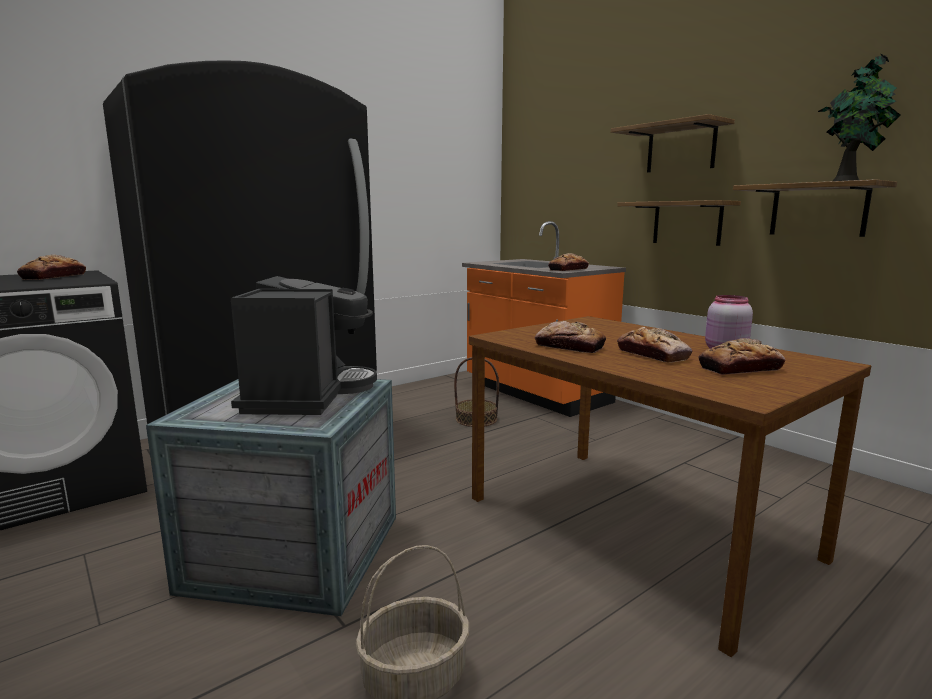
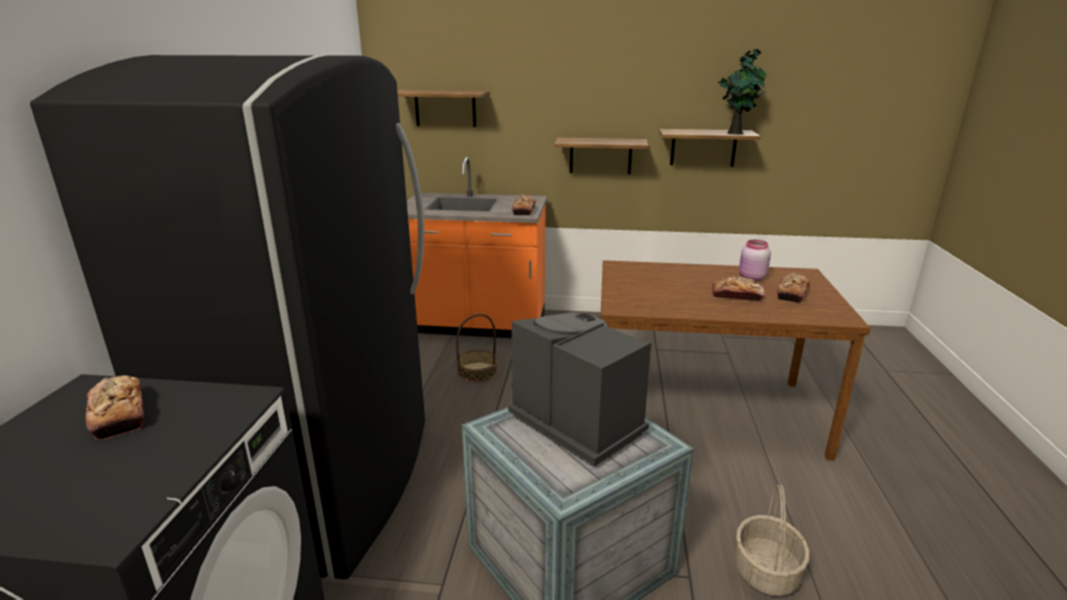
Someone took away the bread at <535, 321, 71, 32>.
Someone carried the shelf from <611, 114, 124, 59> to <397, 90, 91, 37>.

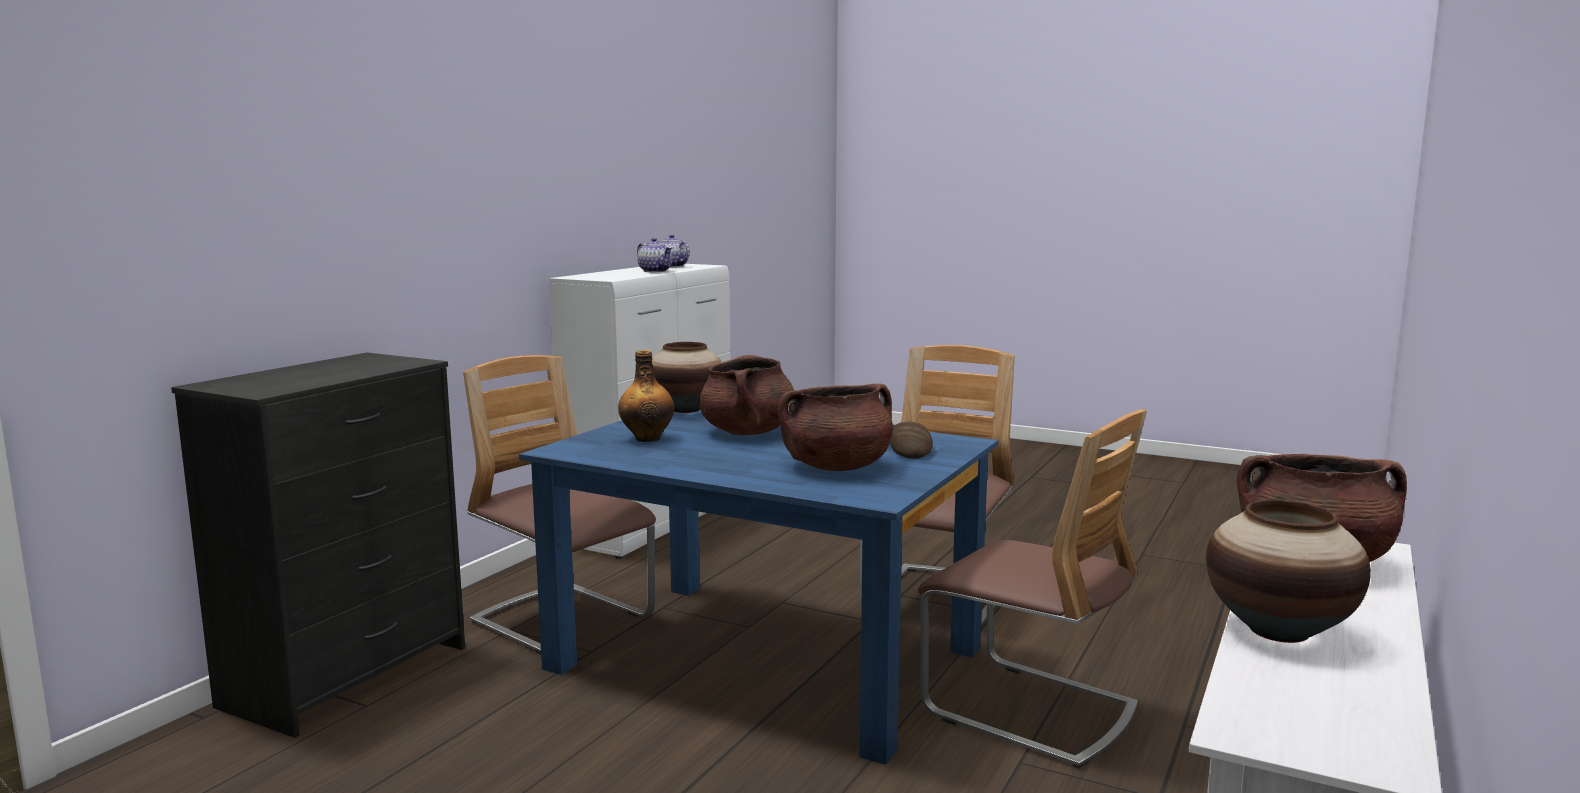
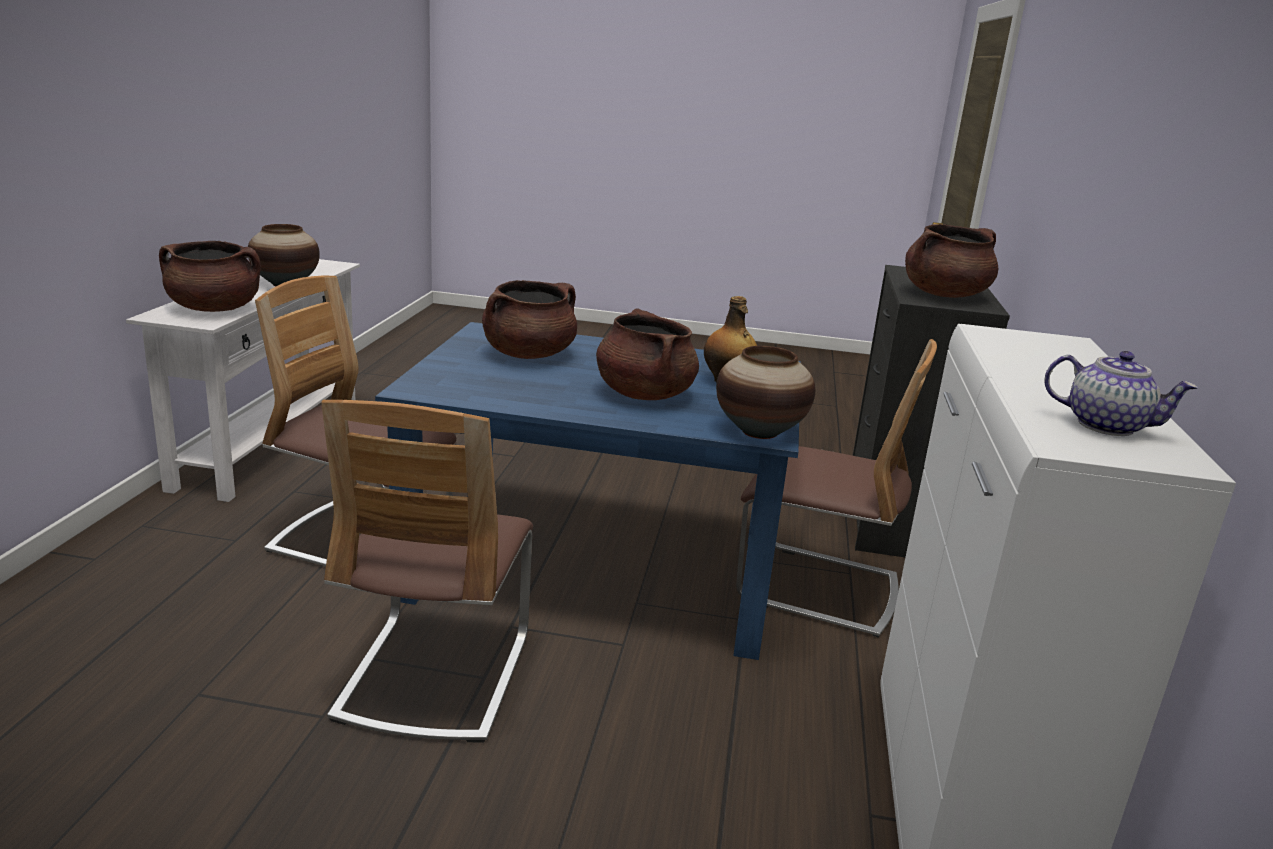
Someone took away the teapot at <637, 238, 35, 34>.
Someone took away the bread at <890, 421, 43, 38>.
Someone put down the cooking pot (brown) at <905, 224, 93, 74>.

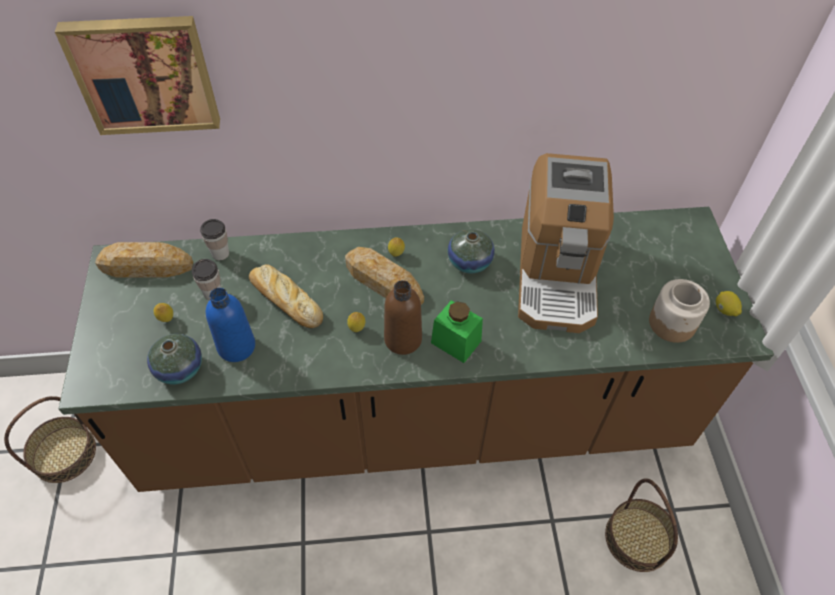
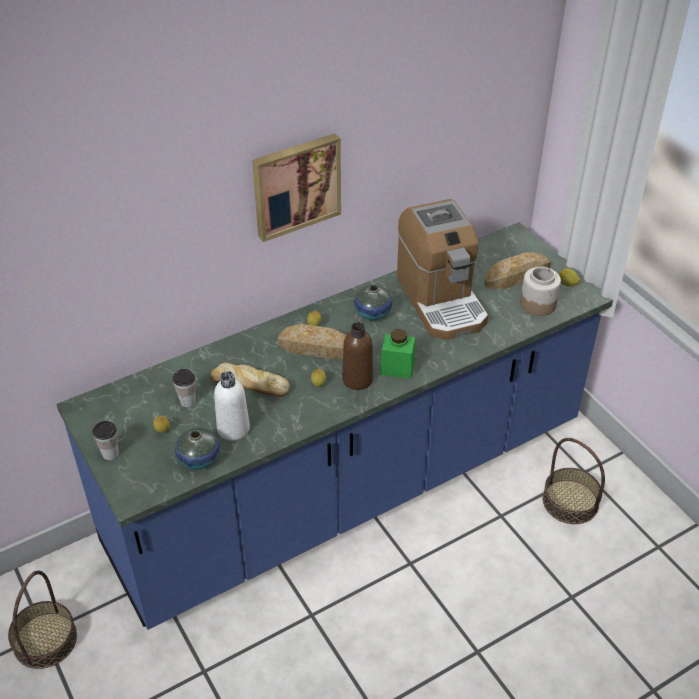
Someone carried the picture from <55, 16, 165, 119> to <252, 133, 89, 109>.
Someone repainted the counter (brown) at <59, 207, 715, 285>, which became the counter (blue) at <57, 222, 556, 408>.
Someone carried the bread from <95, 242, 98, 36> to <484, 252, 67, 37>.
Someone carried the cup from <200, 219, 29, 41> to <93, 421, 26, 39>.
Someone repainted the bottle (blue) at <206, 288, 49, 74>, which became the bottle (white) at <214, 371, 36, 70>.

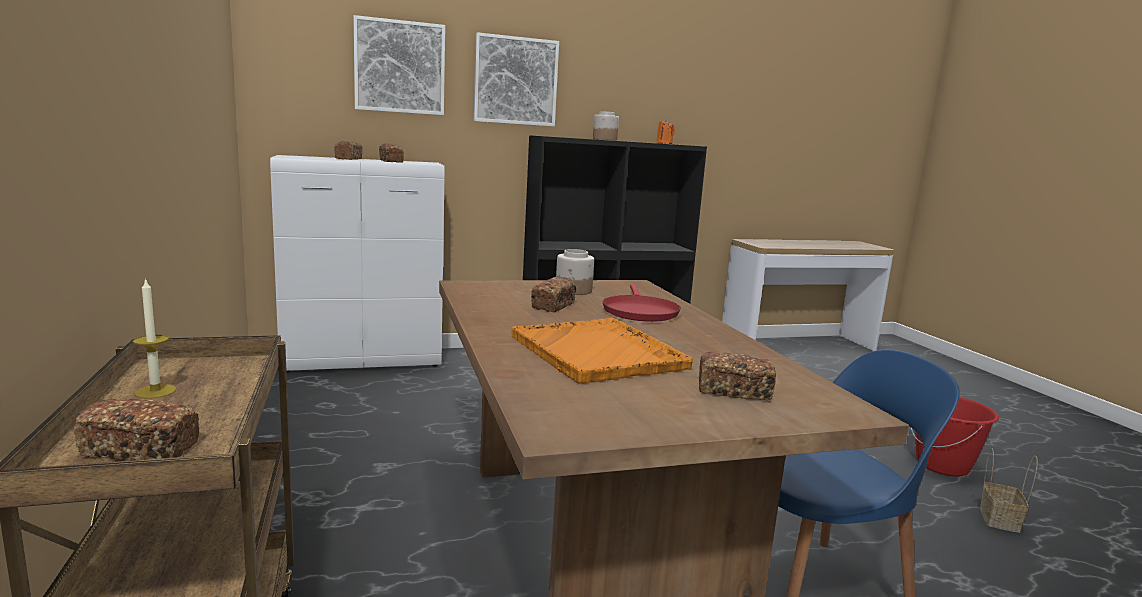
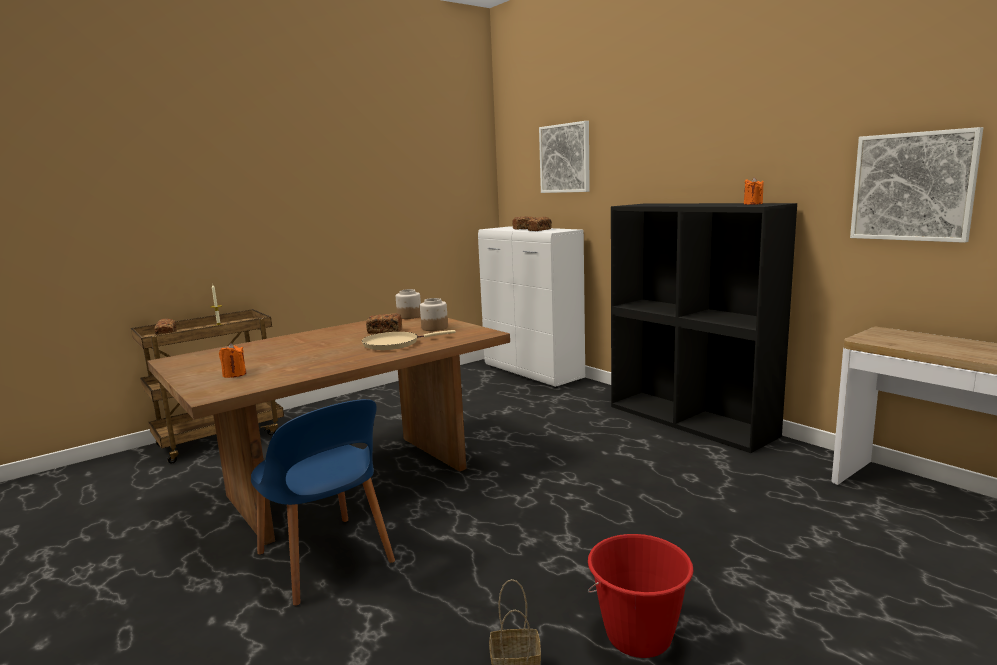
Someone carried the picture from <473, 32, 86, 95> to <850, 127, 133, 116>.
Someone took away the tray (orange) at <511, 318, 182, 66>.
Someone carried the jar from <593, 111, 26, 29> to <396, 289, 25, 30>.
Someone repainted the frying pan (red) at <603, 284, 78, 38>, which became the frying pan (beige) at <362, 330, 94, 20>.
Someone swapped the bread at <699, 351, 77, 50> for the candle (orange) at <219, 343, 27, 35>.

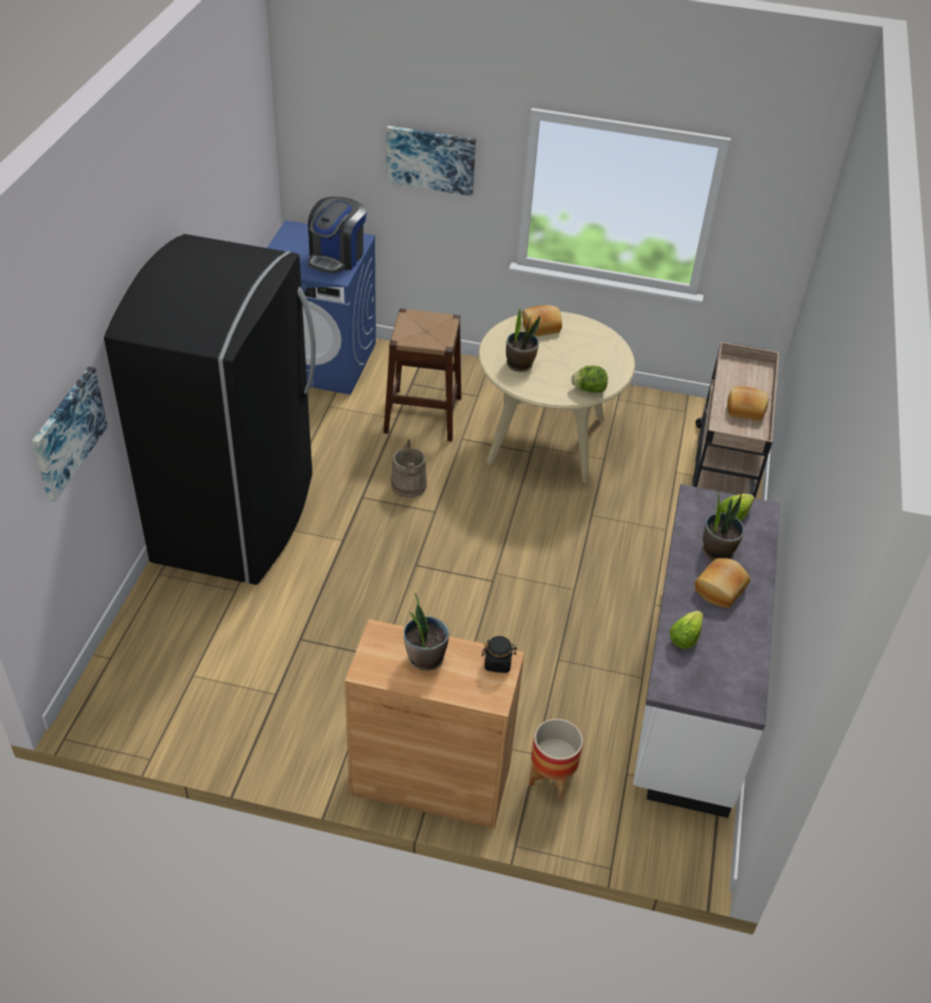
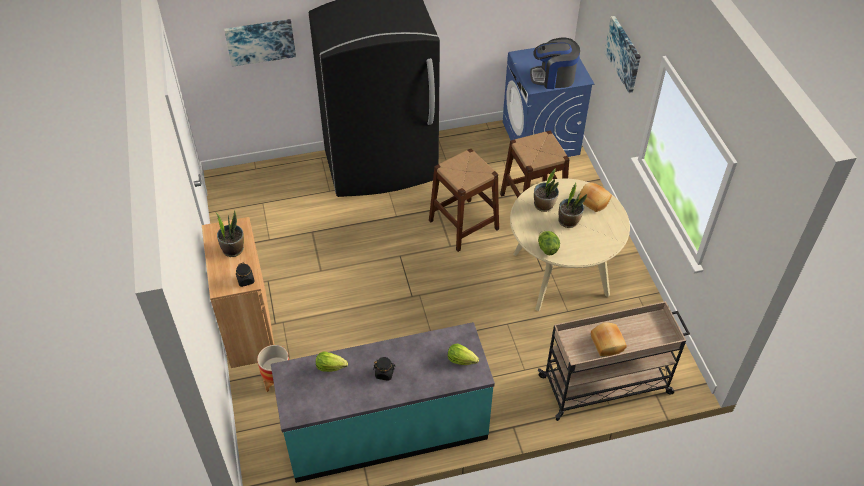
Someone swapped the bucket (beige) at <391, 439, 36, 59> for the stool (brown) at <429, 148, 70, 104>.
Someone repainted the counter (white) at <633, 484, 147, 334>, which became the counter (turquoise) at <271, 322, 224, 161>.
Someone swapped the bread at <695, 558, 55, 50> for the jar (black) at <374, 357, 21, 24>.
Someone carried the potted plant from <702, 490, 43, 71> to <558, 182, 29, 46>.

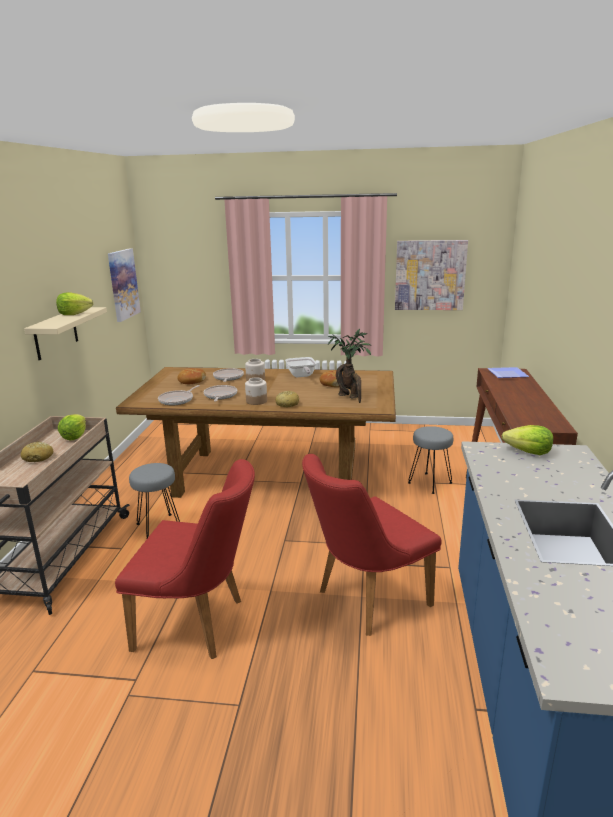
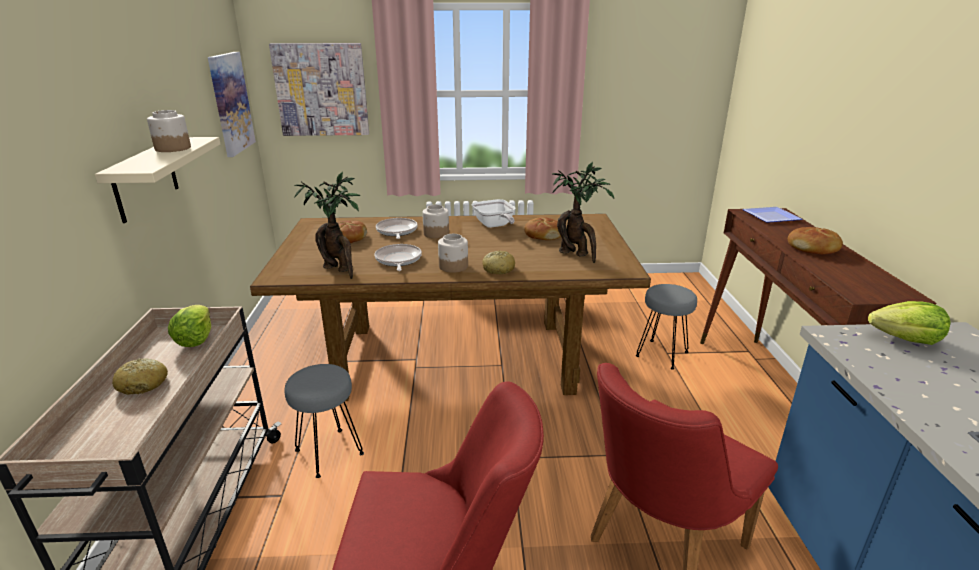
Someone swapped the lettuce at <56, 292, 37, 23> for the jar at <147, 110, 44, 42>.
Someone swapped the frying pan at <158, 385, 42, 21> for the potted plant at <294, 172, 67, 107>.
Someone carried the picture from <395, 240, 73, 70> to <269, 43, 100, 93>.
Someone put down the bread at <788, 227, 55, 27>.

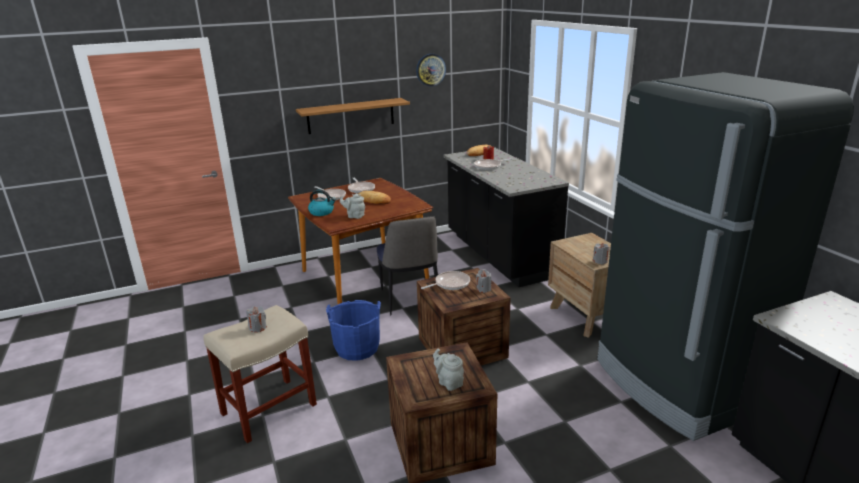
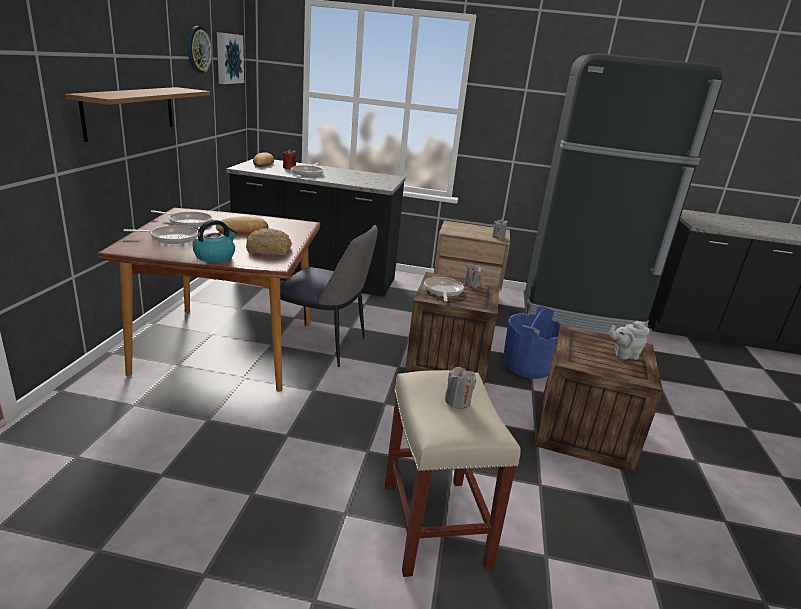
Someone carried the bucket (blue) from <326, 300, 55, 61> to <504, 306, 58, 73>.
Someone swapped the teapot (grey) at <340, 194, 25, 25> for the bread at <246, 228, 46, 27>.
Someone put up the picture at <217, 32, 27, 52>.

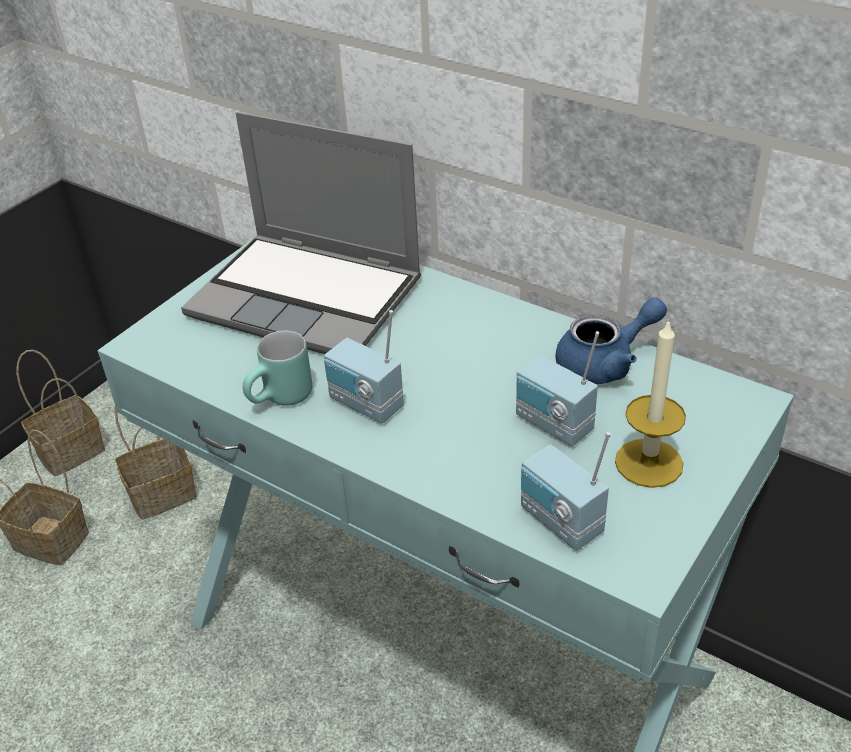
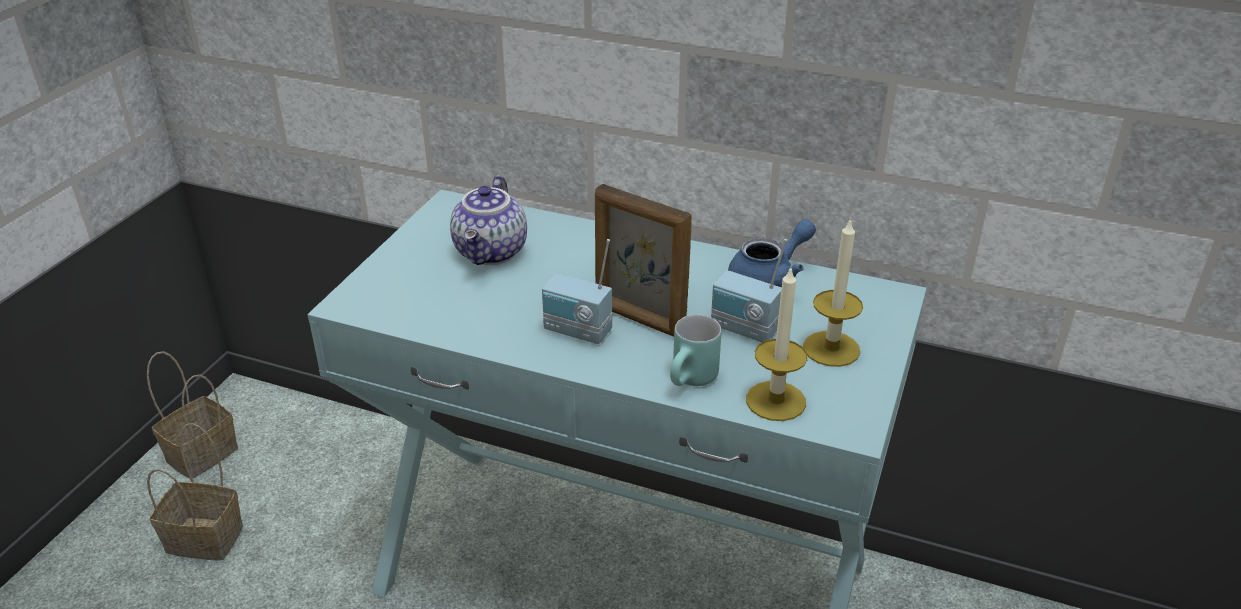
Someone took away the basket at <114, 406, 83, 114>.
Someone swapped the laptop at <181, 112, 240, 242> for the teapot at <450, 175, 77, 90>.
Someone carried the mug (turquoise) from <243, 330, 69, 76> to <670, 315, 52, 71>.
Someone swapped the radio at <521, 432, 89, 119> for the candle at <746, 267, 62, 154>.
Someone put down the picture frame at <595, 184, 97, 153>.

